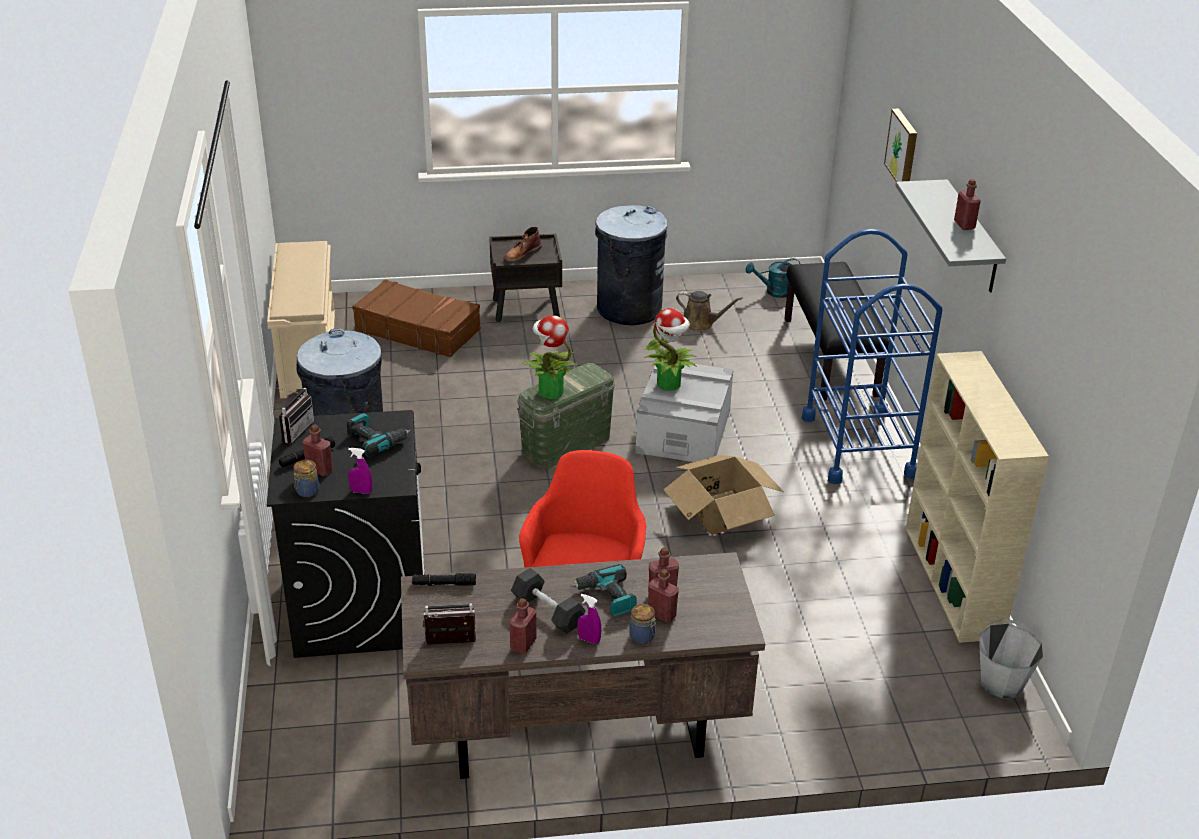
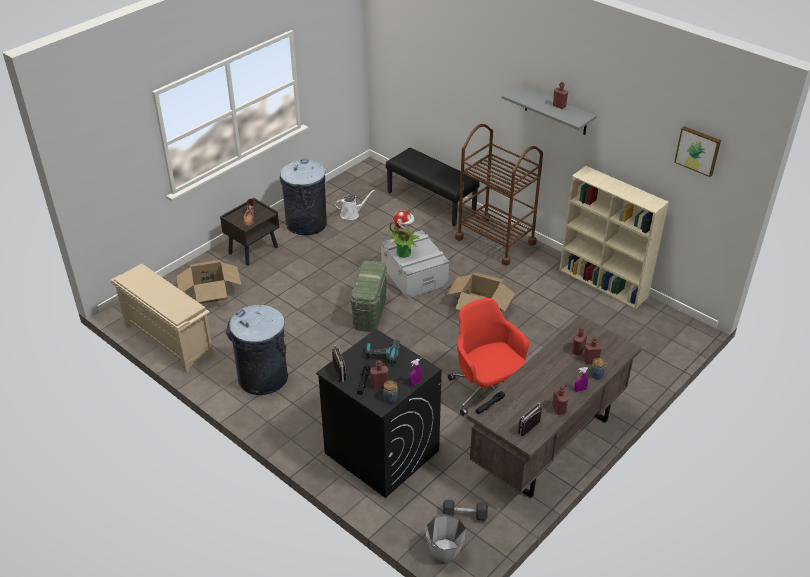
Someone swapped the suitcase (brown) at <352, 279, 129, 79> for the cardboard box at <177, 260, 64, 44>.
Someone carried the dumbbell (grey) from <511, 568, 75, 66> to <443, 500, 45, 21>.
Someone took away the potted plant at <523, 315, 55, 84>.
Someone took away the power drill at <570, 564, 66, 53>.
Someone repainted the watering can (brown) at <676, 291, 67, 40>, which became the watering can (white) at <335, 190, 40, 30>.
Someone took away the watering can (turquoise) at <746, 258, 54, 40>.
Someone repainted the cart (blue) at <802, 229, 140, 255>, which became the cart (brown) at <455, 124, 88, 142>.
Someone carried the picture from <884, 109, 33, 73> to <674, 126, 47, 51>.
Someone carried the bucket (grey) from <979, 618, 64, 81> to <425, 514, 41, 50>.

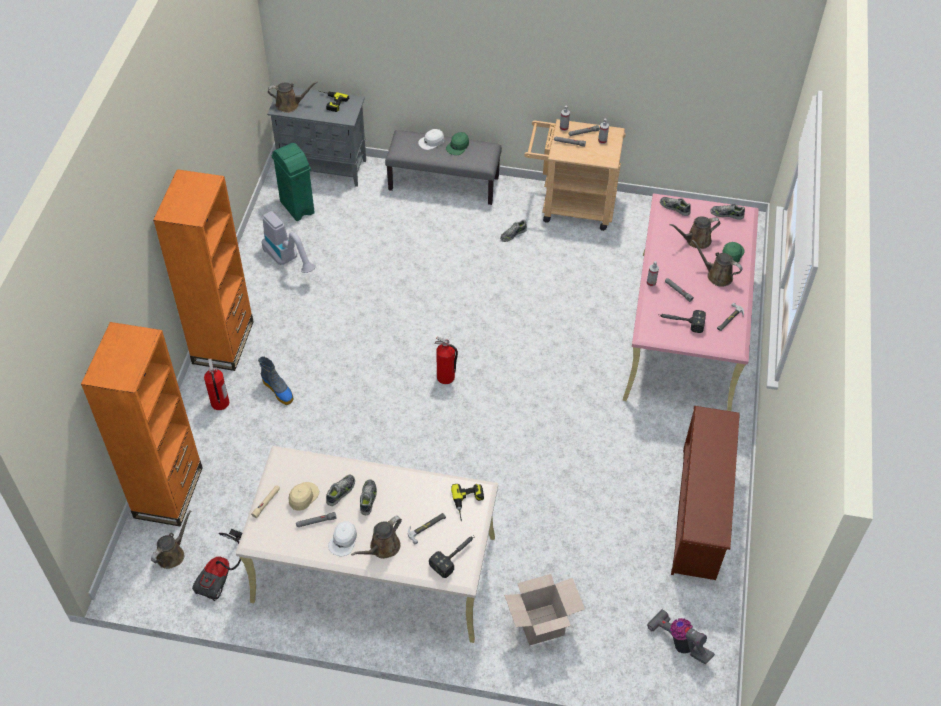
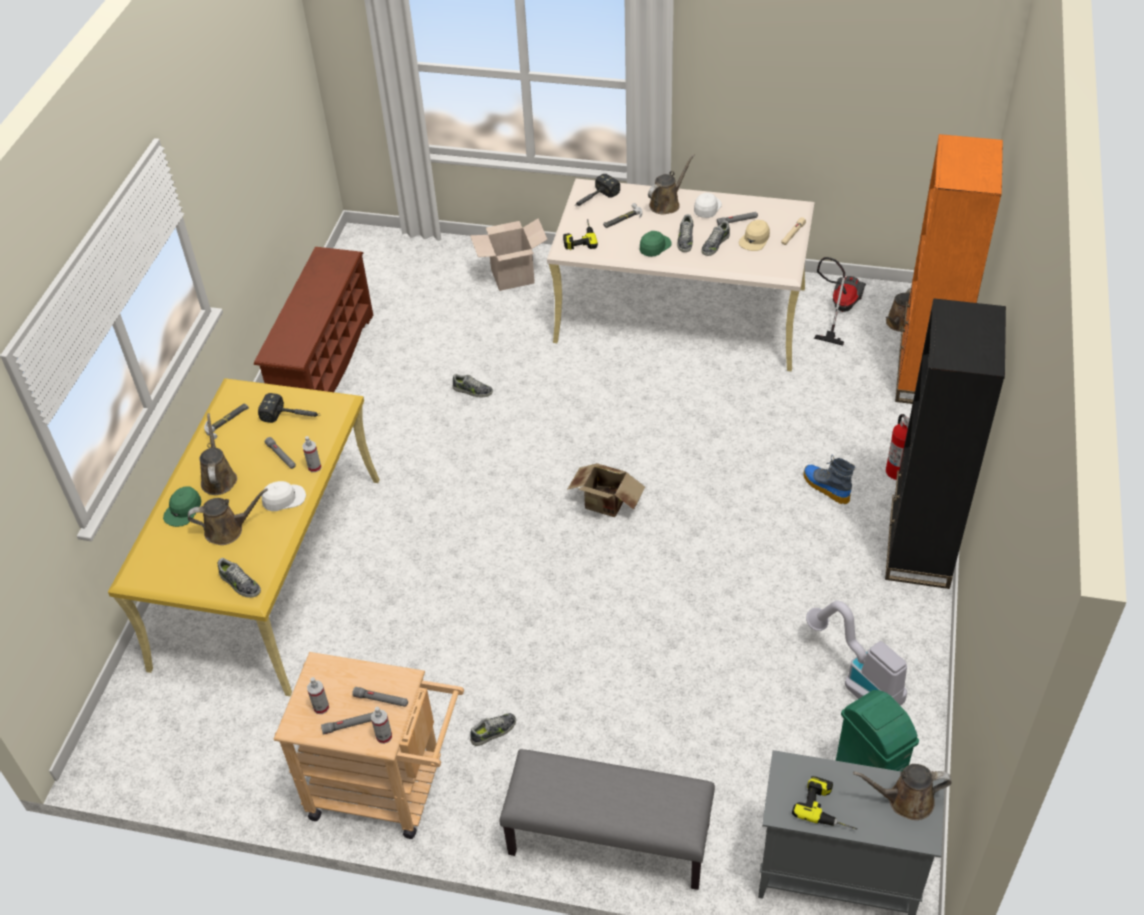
Someone repainted the bookcase (orange) at <153, 169, 101, 202>, which became the bookcase (black) at <885, 298, 121, 291>.
Someone carried the cap (white) from <418, 129, 26, 21> to <262, 481, 44, 30>.
Someone swapped the fire extinguisher at <435, 336, 23, 48> for the cardboard box at <567, 463, 78, 54>.
Someone carried the cap (green) from <446, 132, 23, 23> to <639, 231, 33, 26>.
Someone repainted the desk (pink) at <623, 193, 136, 218>, which became the desk (yellow) at <108, 378, 272, 318>.
Someone took away the vacuum cleaner at <647, 609, 68, 56>.
Someone rotated the watering can (brown) at <692, 240, 50, 47> by 135 degrees counterclockwise.
Someone carried the shoe from <710, 203, 35, 17> to <453, 374, 40, 23>.

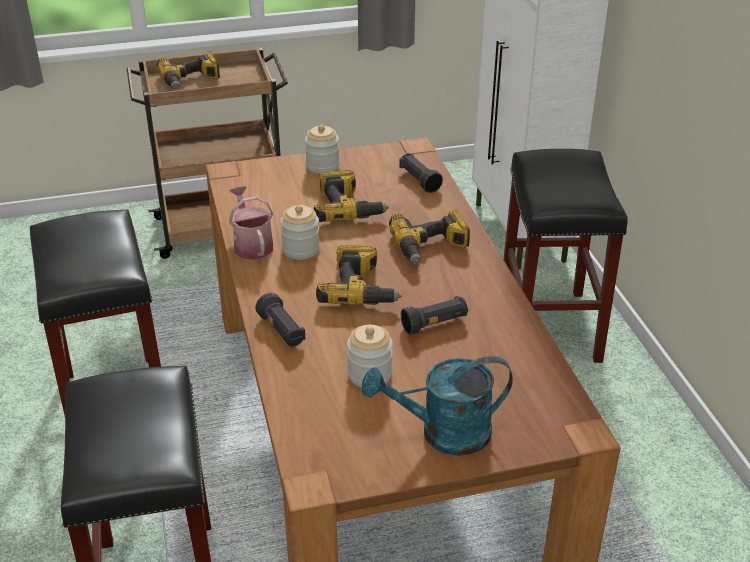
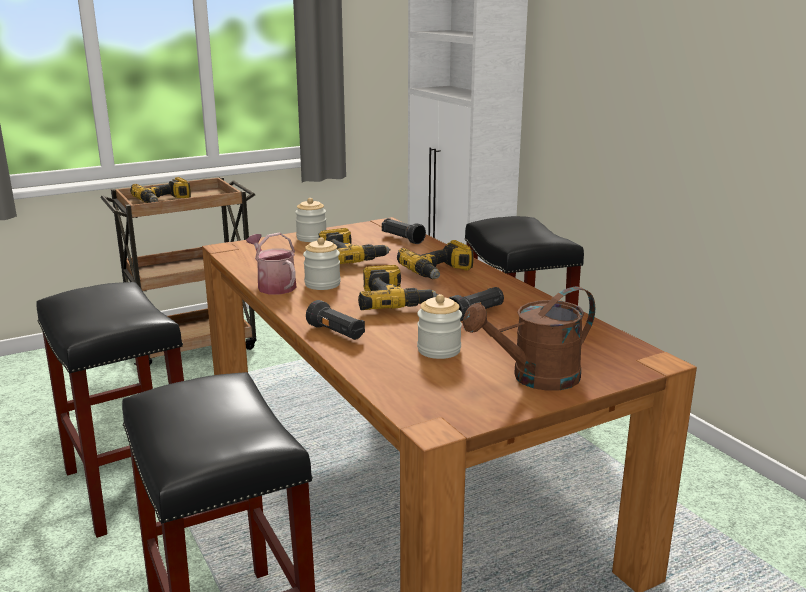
Someone repainted the watering can (turquoise) at <362, 356, 151, 100>, which became the watering can (brown) at <463, 287, 132, 104>.

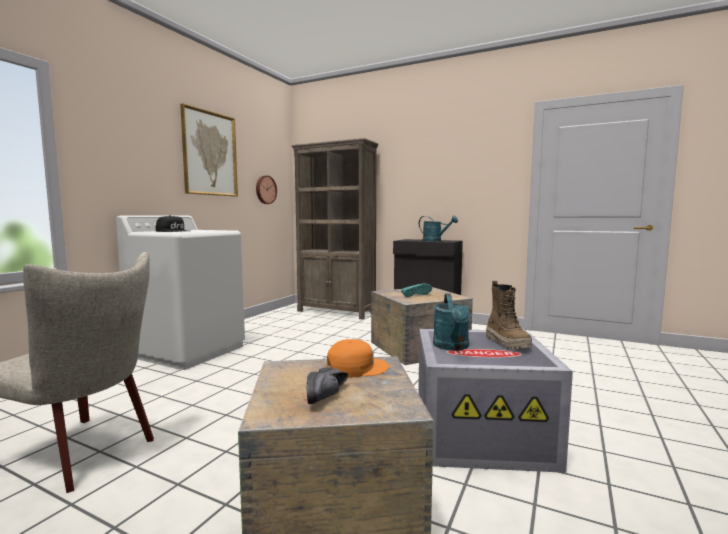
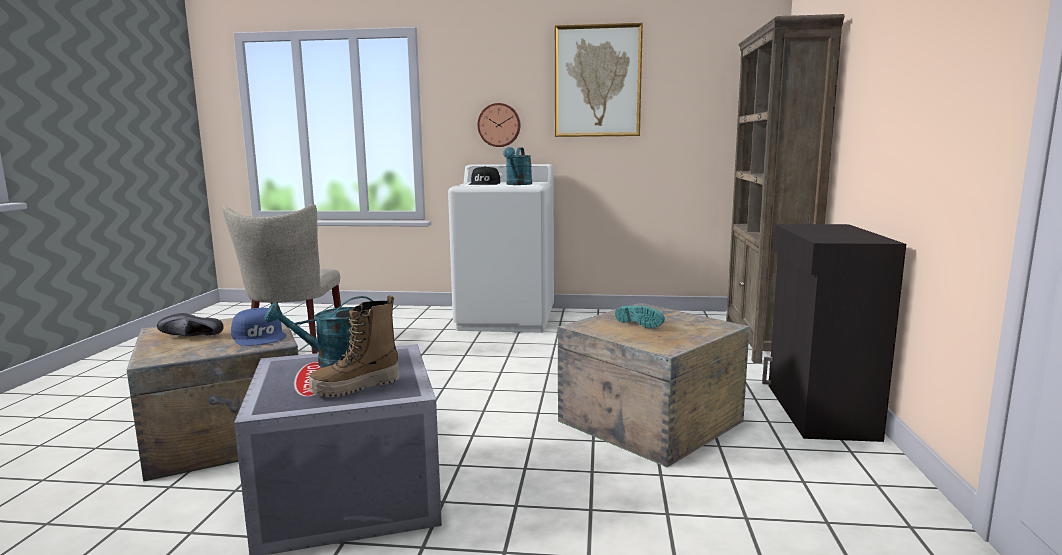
Someone carried the wall clock from <256, 176, 21, 28> to <477, 103, 44, 44>.
Someone repainted the cap (orange) at <327, 339, 62, 39>, which became the cap (blue) at <231, 308, 56, 38>.
Someone carried the watering can (turquoise) from <419, 215, 39, 26> to <503, 147, 29, 38>.

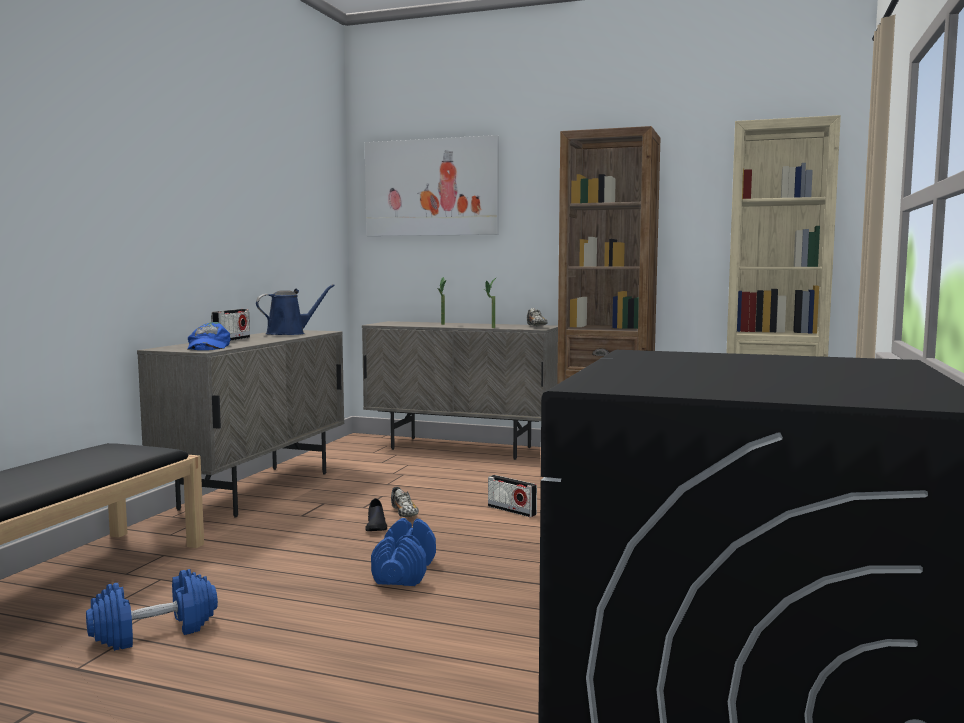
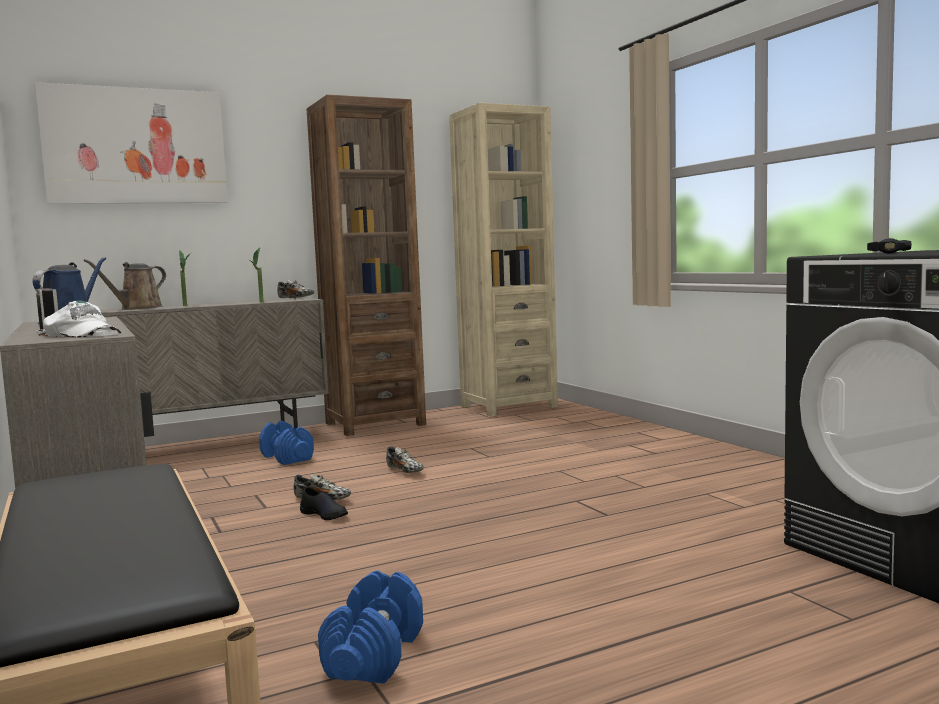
Someone repainted the cap (blue) at <188, 322, 42, 28>, which became the cap (white) at <36, 300, 85, 38>.
Someone carried the dumbbell (blue) from <371, 518, 65, 68> to <259, 421, 55, 44>.
Someone swapped the radio at <488, 475, 49, 42> for the shoe at <386, 446, 38, 27>.
Someone put down the watering can (brown) at <83, 259, 83, 51>.
Someone put down the hammer at <867, 238, 44, 16>.

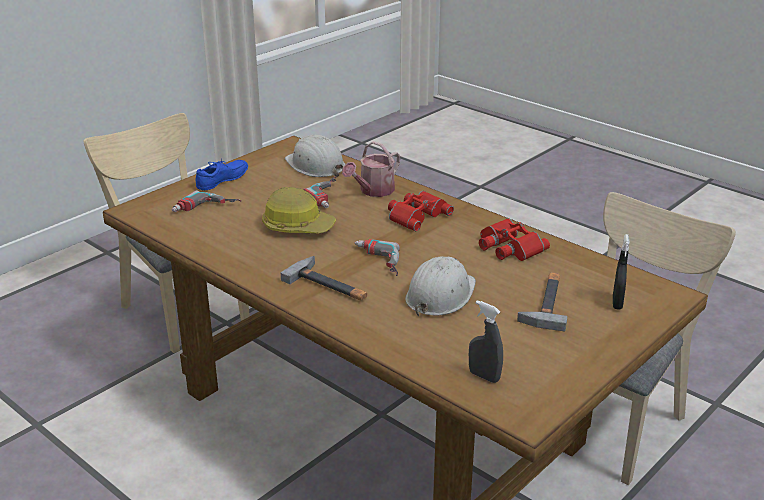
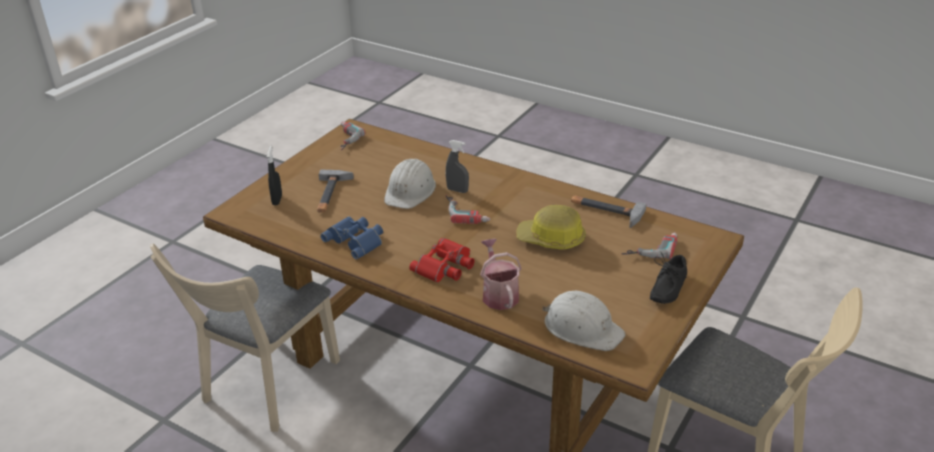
Someone repainted the shoe (blue) at <196, 159, 52, 31>, which became the shoe (black) at <650, 252, 37, 52>.
Someone carried the hammer from <281, 256, 86, 45> to <571, 195, 75, 33>.
Someone carried the power drill from <303, 177, 34, 31> to <340, 121, 25, 29>.
Someone rotated the watering can at <342, 141, 58, 56> by 45 degrees counterclockwise.
Someone carried the spray bottle (grey) from <469, 300, 34, 83> to <446, 140, 23, 53>.
Someone repainted the binoculars (red) at <479, 218, 71, 43>, which became the binoculars (blue) at <320, 216, 63, 43>.

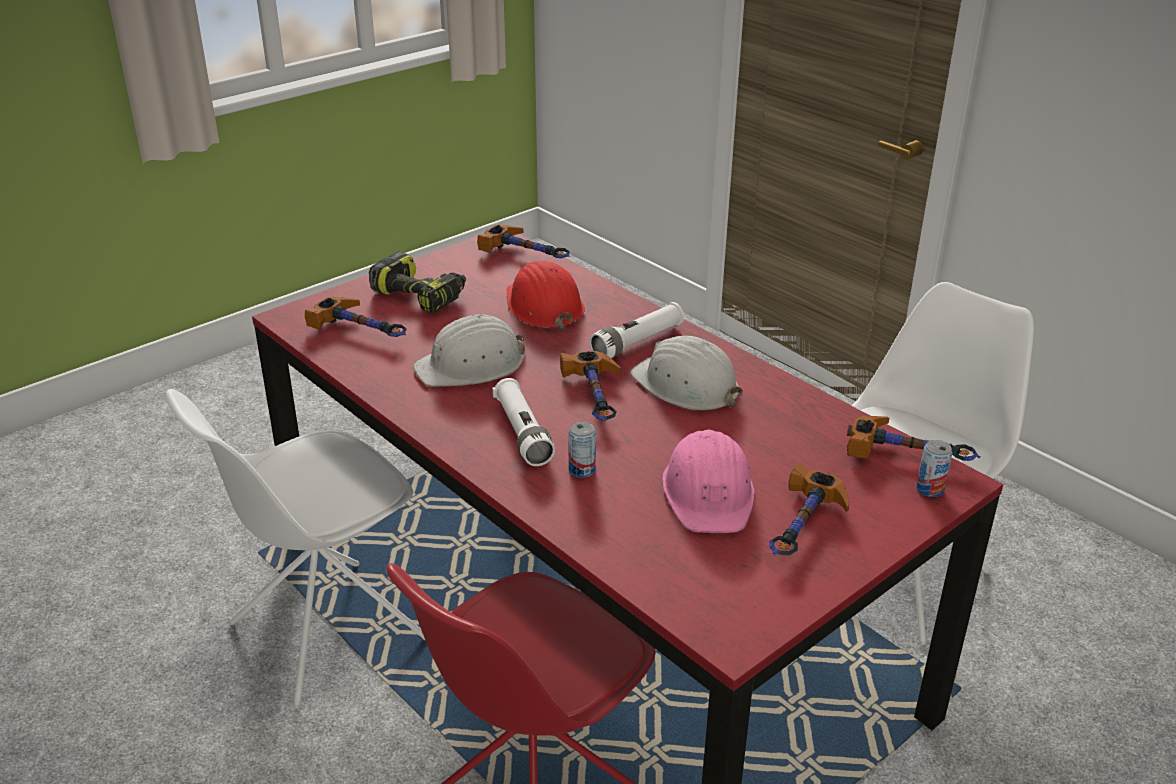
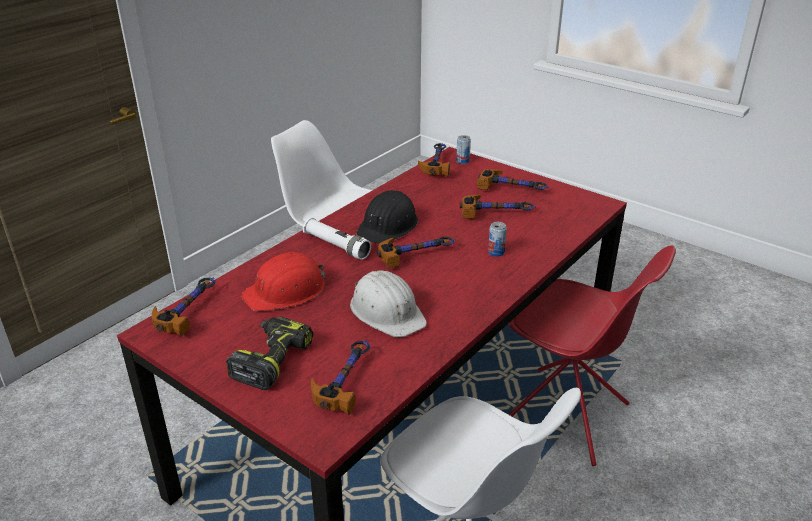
Someone took away the flashlight (white) at <493, 378, 62, 88>.
Someone repainted the hard hat (white) at <631, 336, 112, 75>, which became the hard hat (black) at <356, 190, 62, 54>.
Someone swapped the hard hat (pink) at <662, 430, 92, 103> for the hammer at <460, 194, 75, 25>.

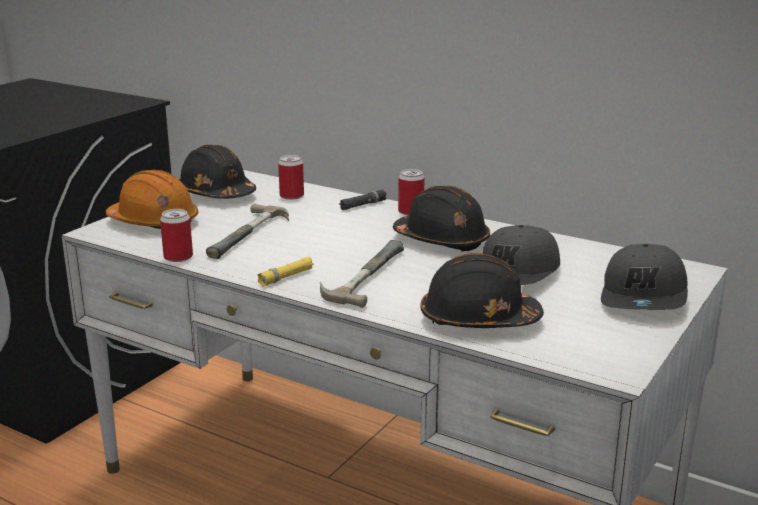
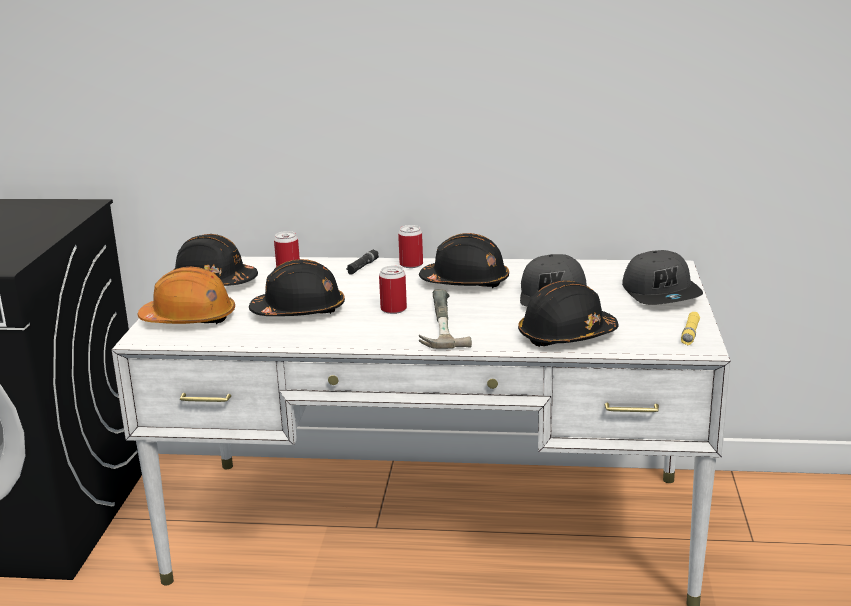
Someone carried the can from <160, 209, 33, 53> to <379, 266, 28, 48>.
Someone swapped the hammer at <206, 203, 83, 56> for the hard hat (black) at <249, 259, 96, 57>.
Someone carried the flashlight (yellow) from <257, 257, 57, 30> to <681, 312, 19, 33>.

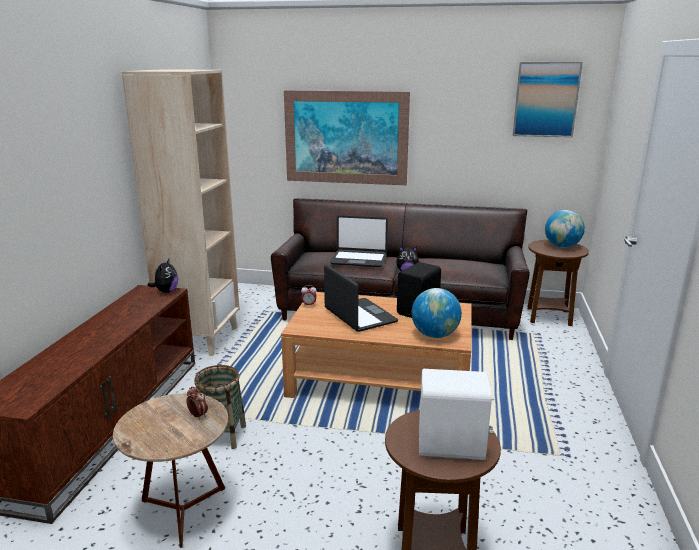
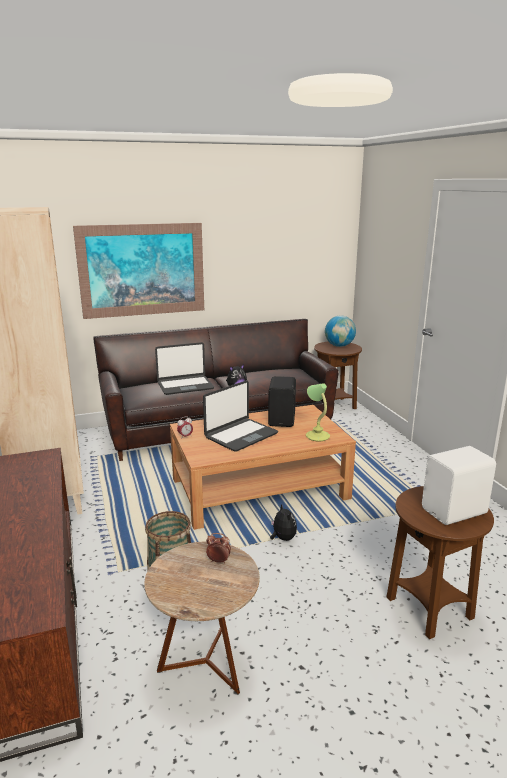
Someone carried the plush toy from <147, 259, 31, 34> to <270, 504, 27, 37>.
Someone rotated the laptop at <324, 265, 74, 67> by 105 degrees clockwise.
Someone swapped the globe at <412, 288, 50, 50> for the table lamp at <306, 383, 24, 59>.
Someone took away the picture at <513, 62, 70, 76>.

